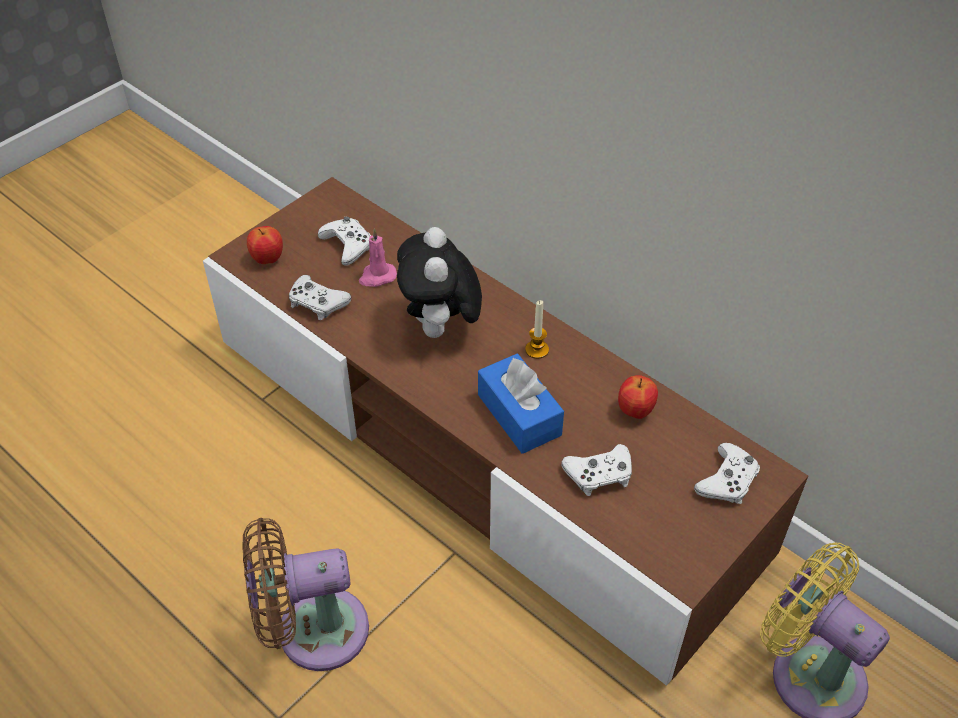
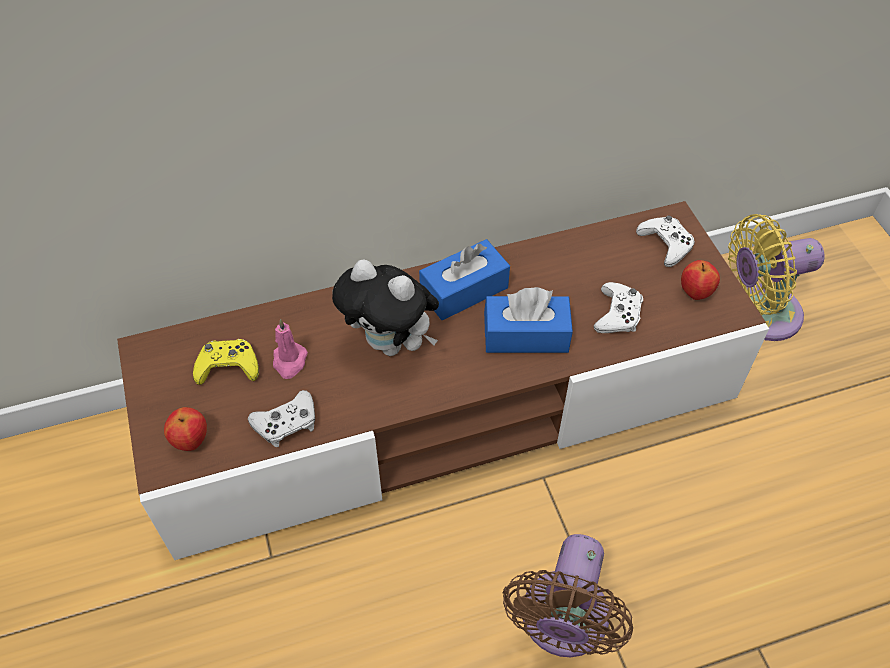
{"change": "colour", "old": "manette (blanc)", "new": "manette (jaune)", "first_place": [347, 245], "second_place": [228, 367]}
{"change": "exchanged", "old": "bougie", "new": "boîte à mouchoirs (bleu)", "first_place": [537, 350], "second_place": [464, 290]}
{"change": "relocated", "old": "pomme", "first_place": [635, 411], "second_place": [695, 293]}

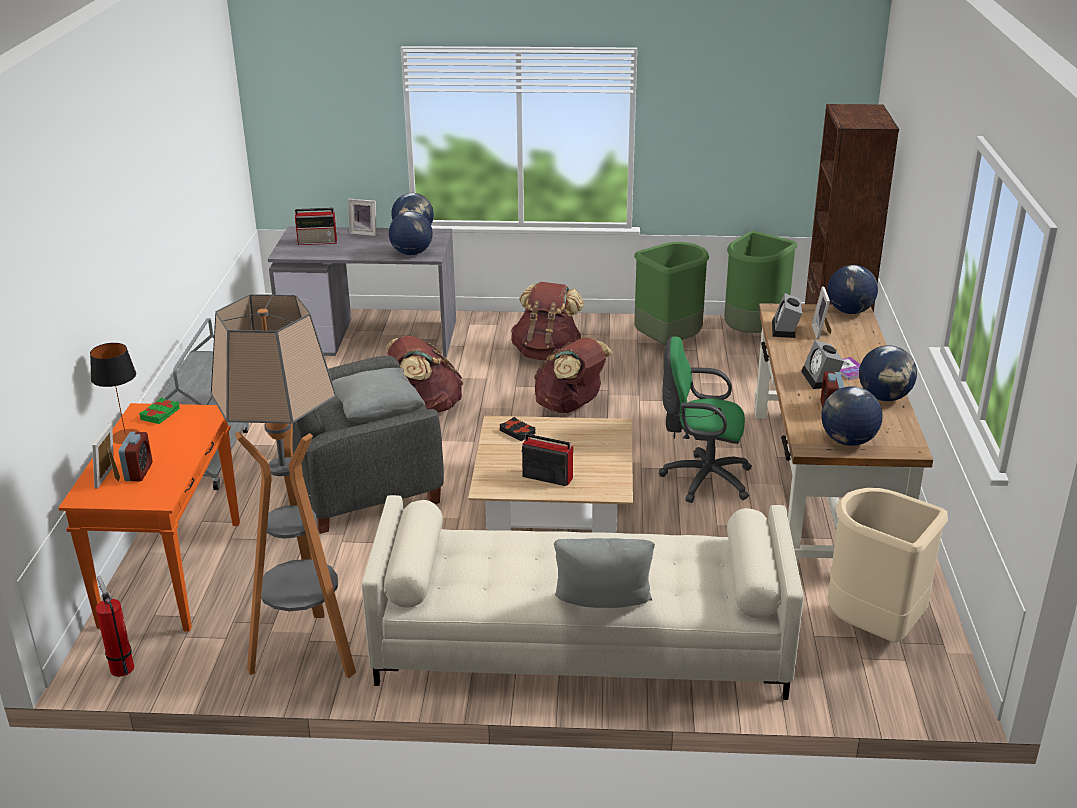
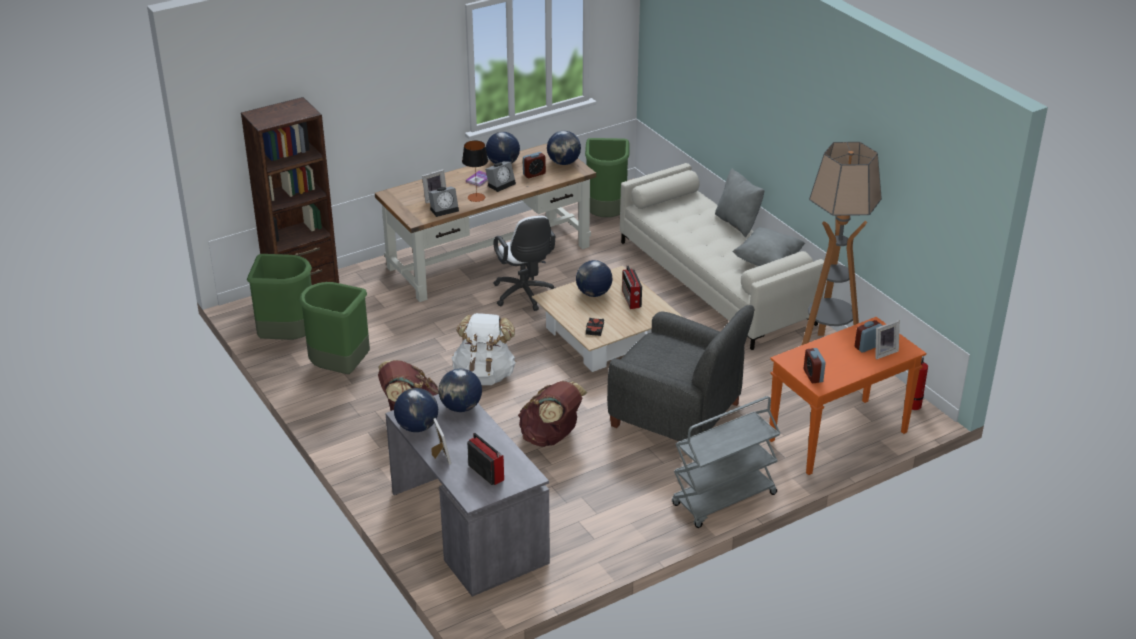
{"change": "relocated", "old": "lampe de table", "first_place": [125, 436], "second_place": [476, 197]}
{"change": "exchanged", "old": "livre (vert)", "new": "réveil", "first_place": [161, 414], "second_place": [813, 376]}
{"change": "relocated", "old": "coussin (gris)", "first_place": [378, 413], "second_place": [767, 261]}
{"change": "colour", "old": "sac à dos (marron)", "new": "sac à dos (blanc)", "first_place": [570, 406], "second_place": [485, 375]}
{"change": "colour", "old": "chaise de bureau (vert)", "new": "chaise de bureau (blanc)", "first_place": [701, 479], "second_place": [525, 296]}
{"change": "relocated", "old": "globe", "first_place": [849, 311], "second_place": [593, 294]}
{"change": "colour", "old": "poubelle (beige)", "new": "poubelle (vert)", "first_place": [873, 628], "second_place": [606, 214]}

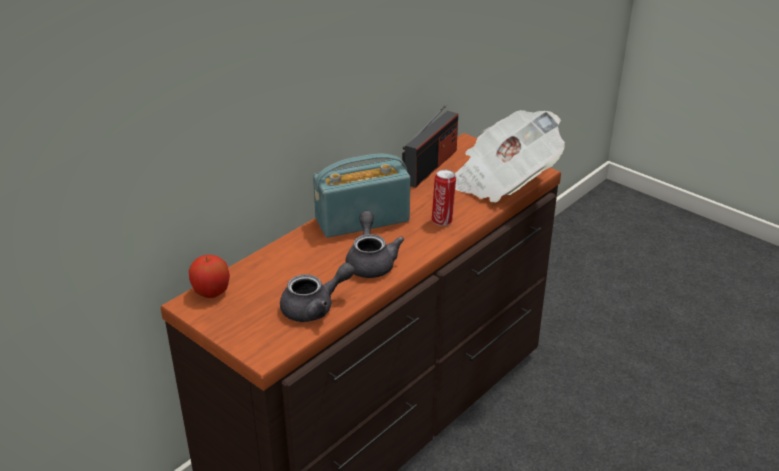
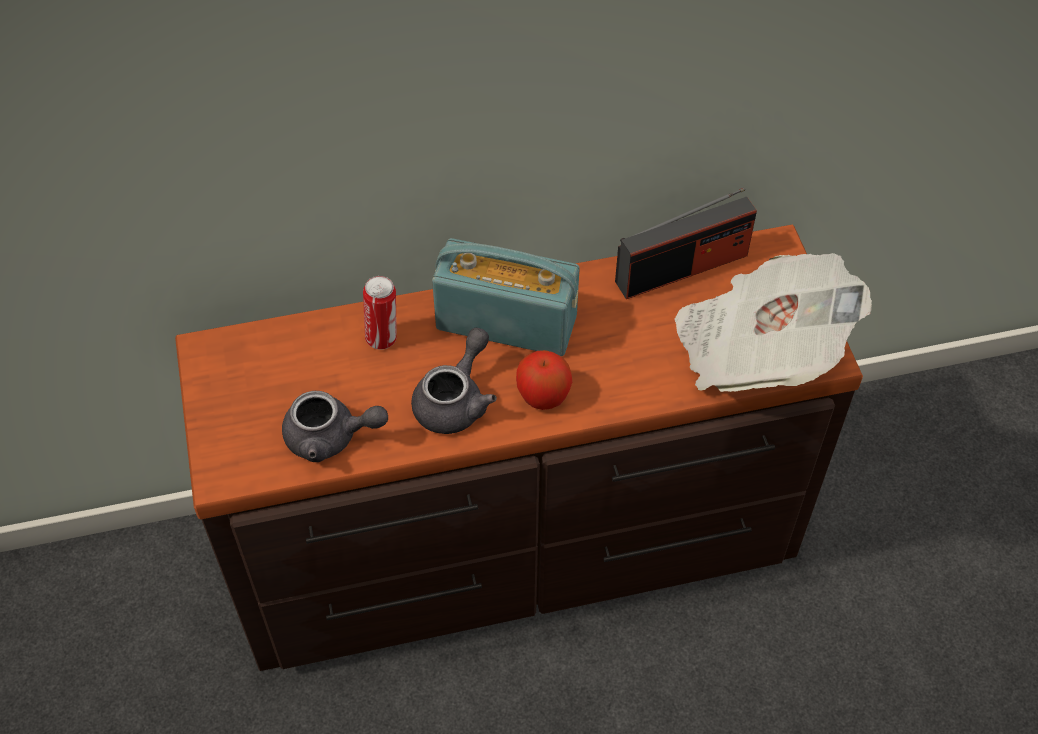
{"change": "relocated", "old": "pomme", "first_place": [211, 292], "second_place": [543, 396]}
{"change": "relocated", "old": "boîte métallique", "first_place": [442, 220], "second_place": [383, 338]}

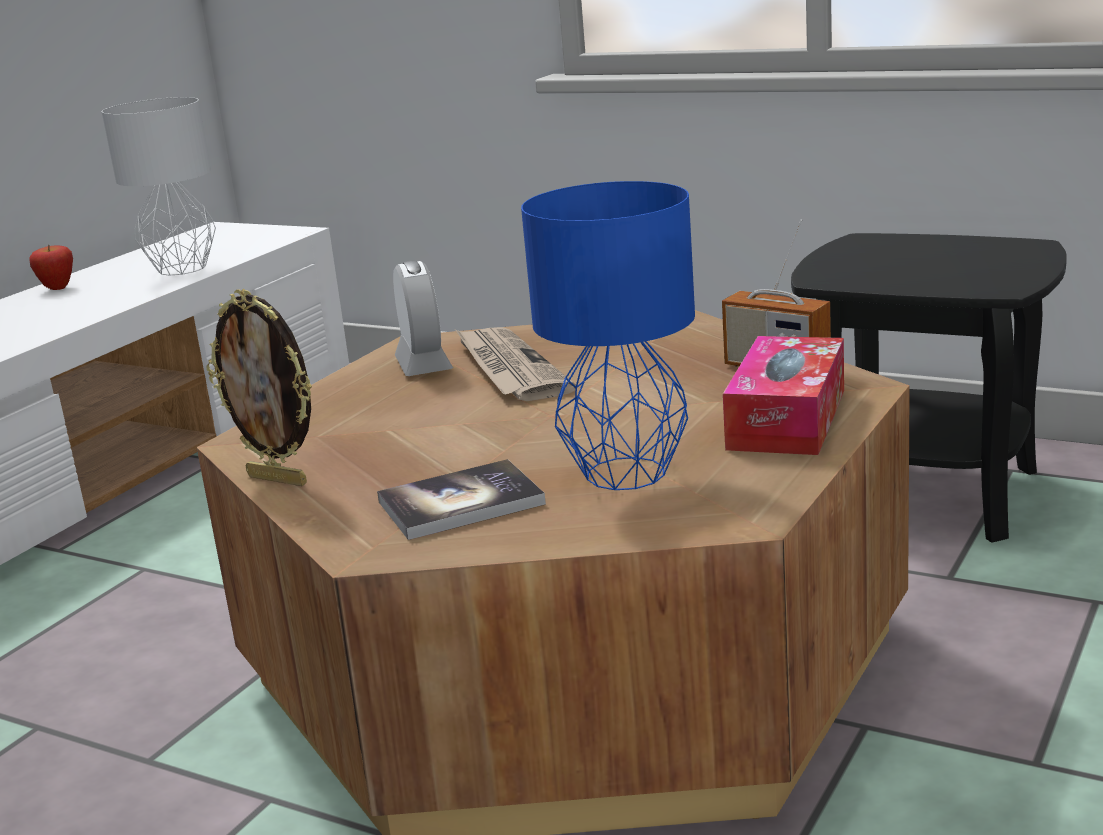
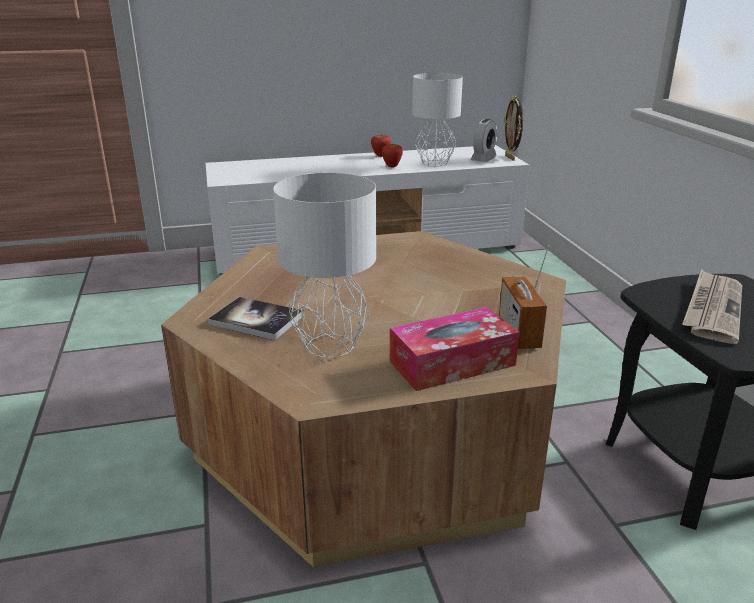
{"change": "relocated", "old": "cadre photo", "first_place": [279, 479], "second_place": [510, 158]}
{"change": "relocated", "old": "réveil", "first_place": [423, 364], "second_place": [483, 159]}
{"change": "relocated", "old": "journal", "first_place": [509, 369], "second_place": [712, 309]}
{"change": "colour", "old": "lampe de table (bleu)", "new": "lampe de table (gris)", "first_place": [628, 473], "second_place": [331, 346]}
{"change": "appeared", "new": "pomme", "second_place": [392, 166]}

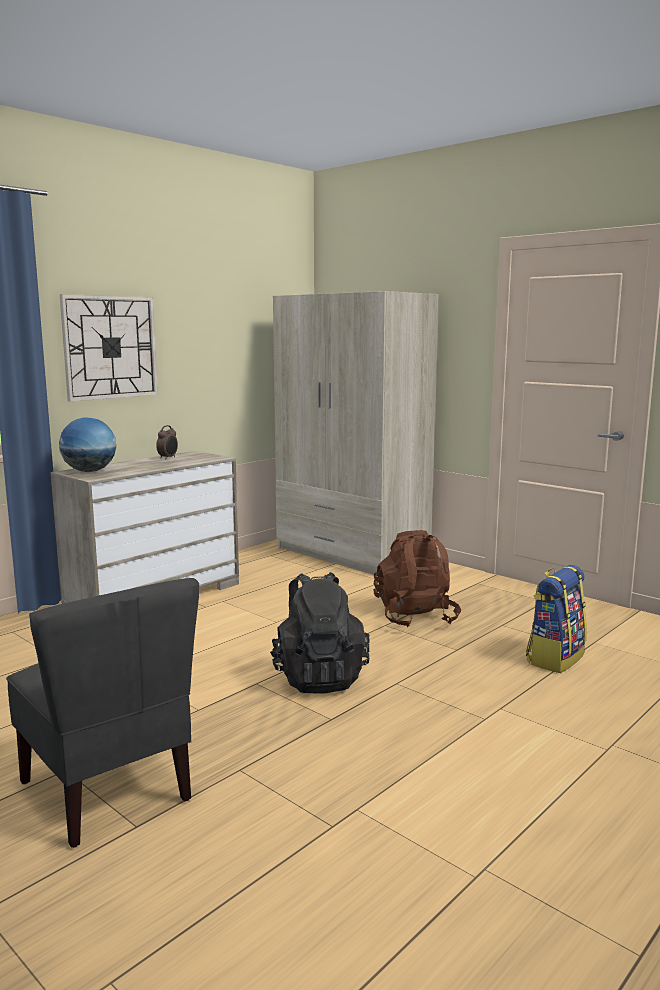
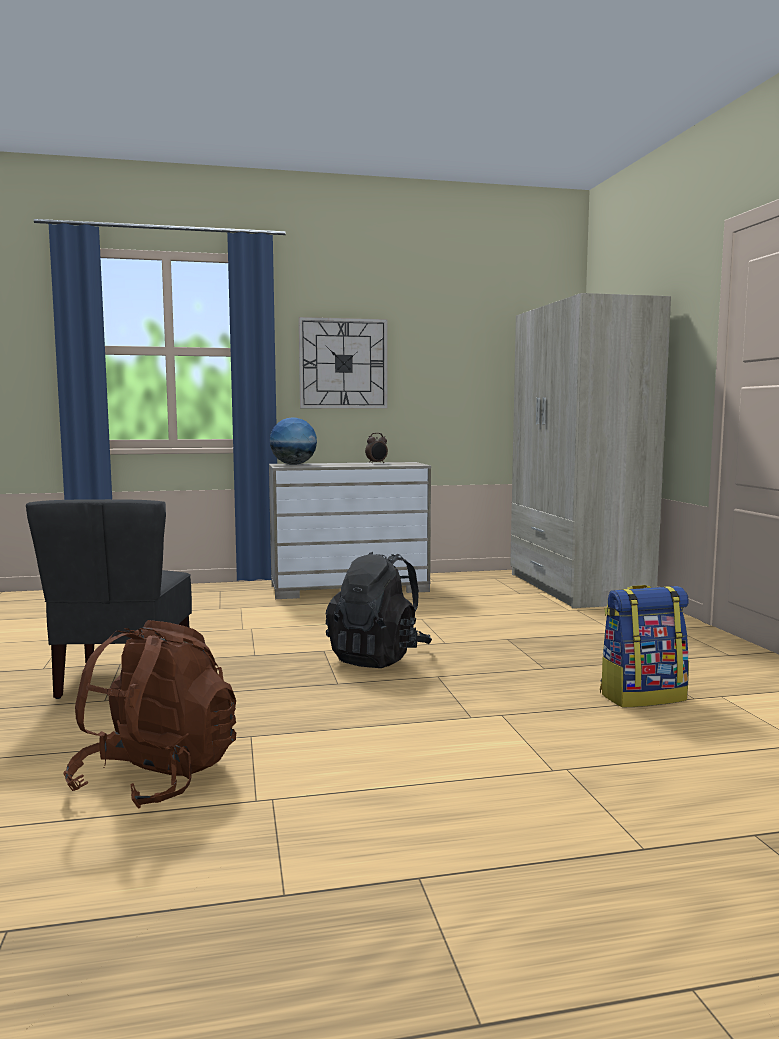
{"change": "relocated", "old": "sac à dos (marron)", "first_place": [415, 617], "second_place": [157, 779]}

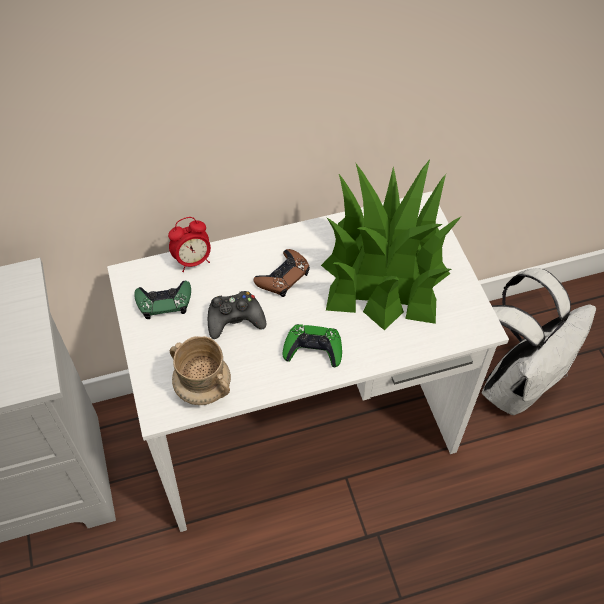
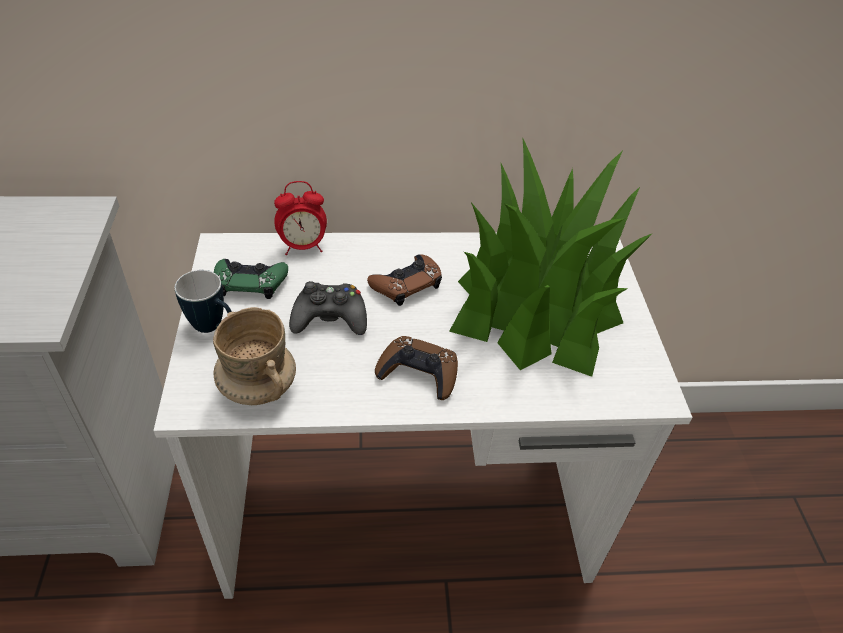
{"change": "colour", "old": "manette (vert)", "new": "manette (marron)", "first_place": [313, 349], "second_place": [418, 373]}
{"change": "missing", "old": "sac à dos (blanc)", "first_place": [513, 382]}
{"change": "appeared", "new": "mug", "second_place": [214, 328]}

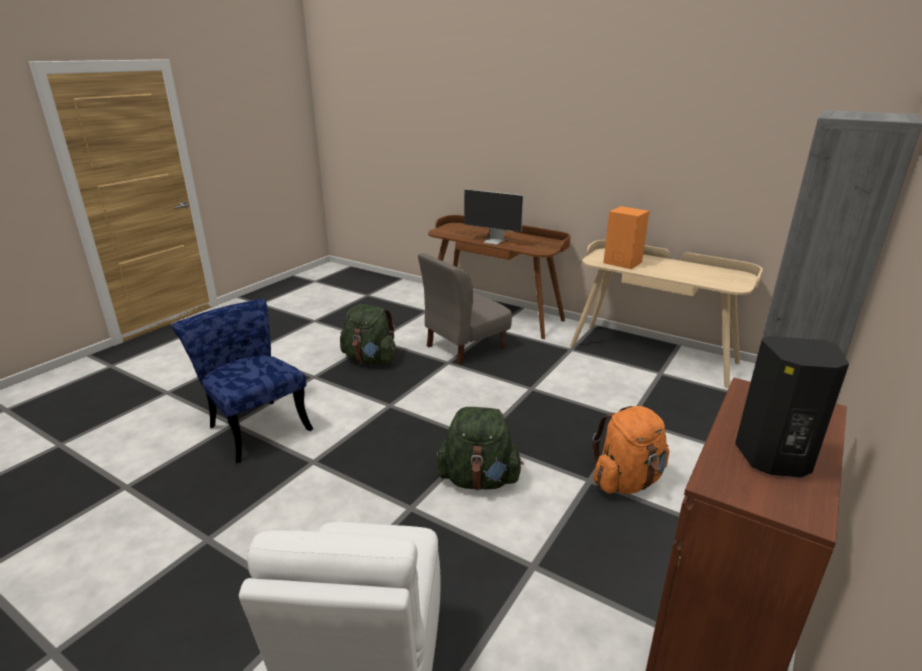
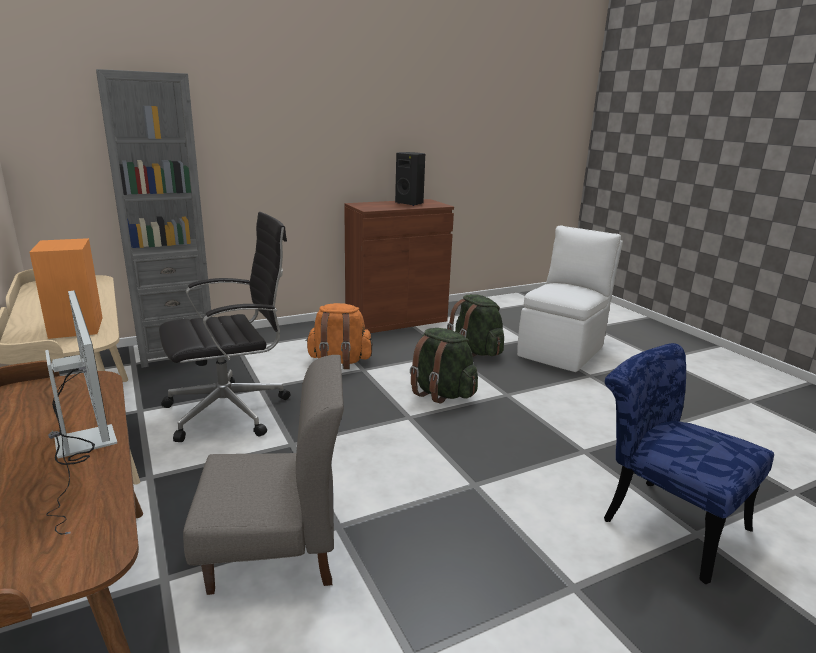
{"change": "spun", "old": "chaise (bleu)", "first_place": [255, 425], "second_place": [663, 519], "degrees": 150}
{"change": "relocated", "old": "sac à dos (vert)", "first_place": [370, 360], "second_place": [475, 351]}
{"change": "appeared", "new": "chaise de bureau (noir)", "second_place": [231, 410]}

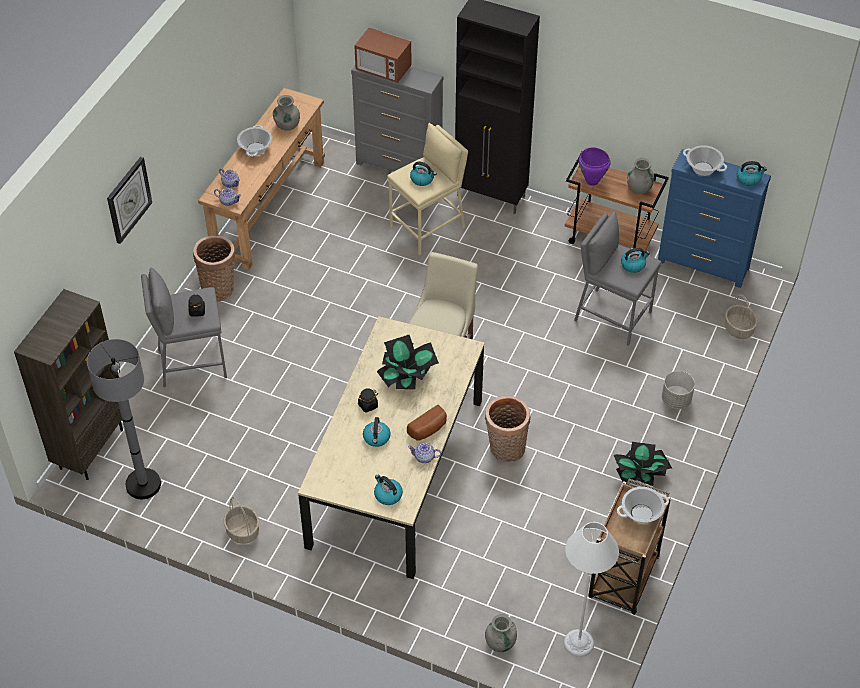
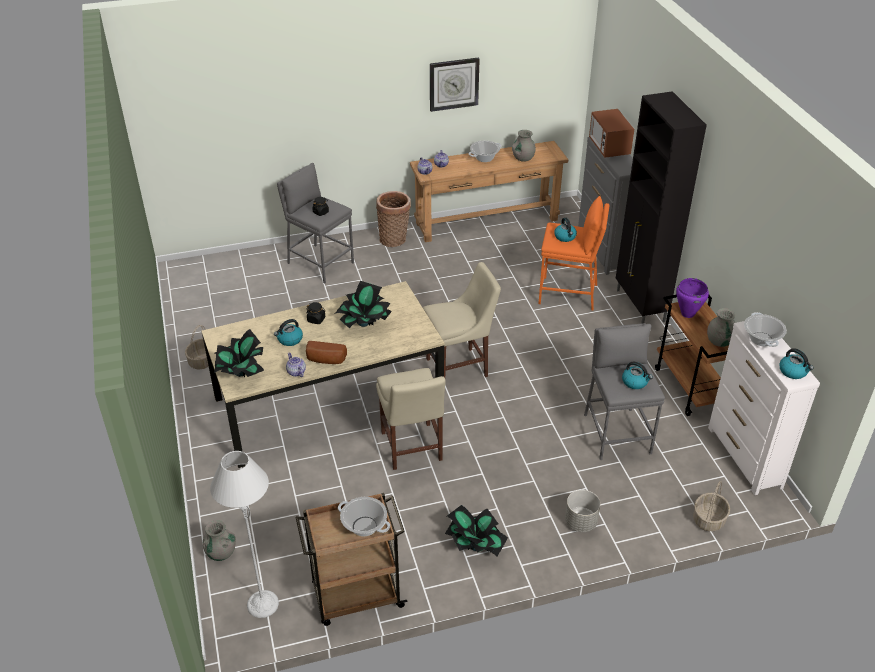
{"change": "missing", "old": "bibliothèque (marron)", "first_place": [91, 448]}
{"change": "missing", "old": "lampadaire (gris)", "first_place": [143, 484]}
{"change": "relocated", "old": "horloge murale", "first_place": [128, 199], "second_place": [453, 84]}
{"change": "exchanged", "old": "bouilloire", "new": "plante en pot", "first_place": [387, 495], "second_place": [241, 373]}
{"change": "colour", "old": "tabouret (beige)", "new": "tabouret (orange)", "first_place": [428, 227], "second_place": [568, 294]}
{"change": "exchanged", "old": "panier", "new": "chaise (beige)", "first_place": [505, 450], "second_place": [412, 449]}
{"change": "colour", "old": "commode (bleu)", "new": "commode (blanc)", "first_place": [704, 265], "second_place": [744, 457]}

